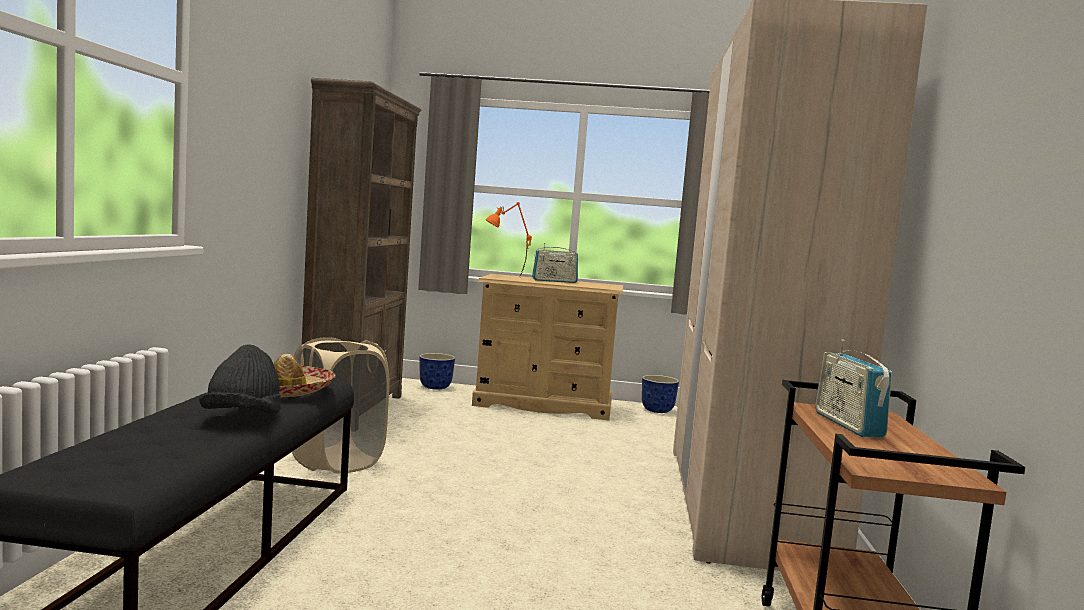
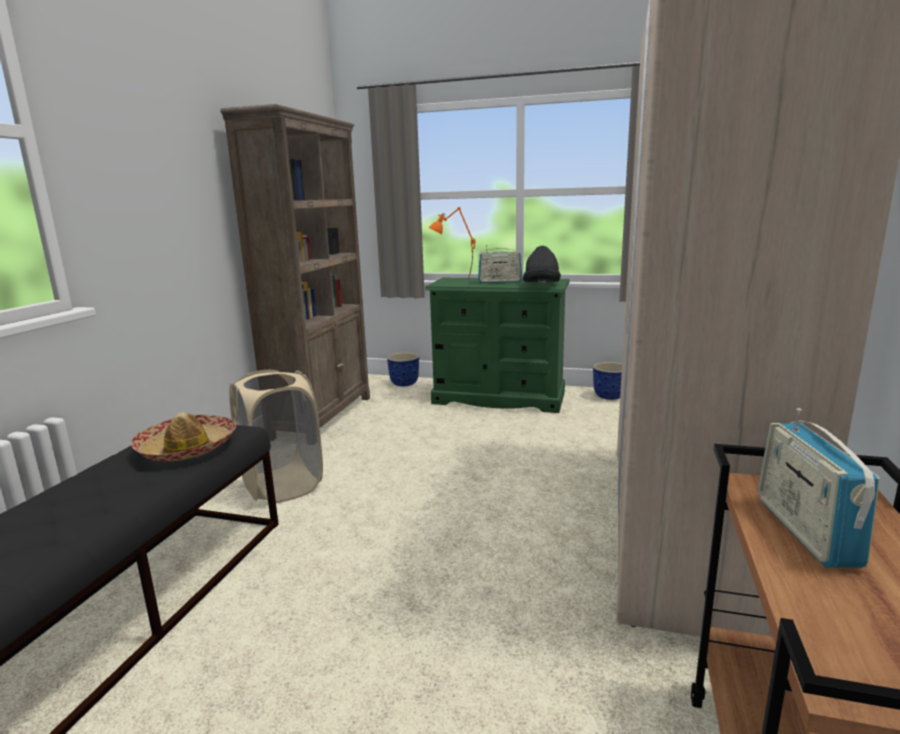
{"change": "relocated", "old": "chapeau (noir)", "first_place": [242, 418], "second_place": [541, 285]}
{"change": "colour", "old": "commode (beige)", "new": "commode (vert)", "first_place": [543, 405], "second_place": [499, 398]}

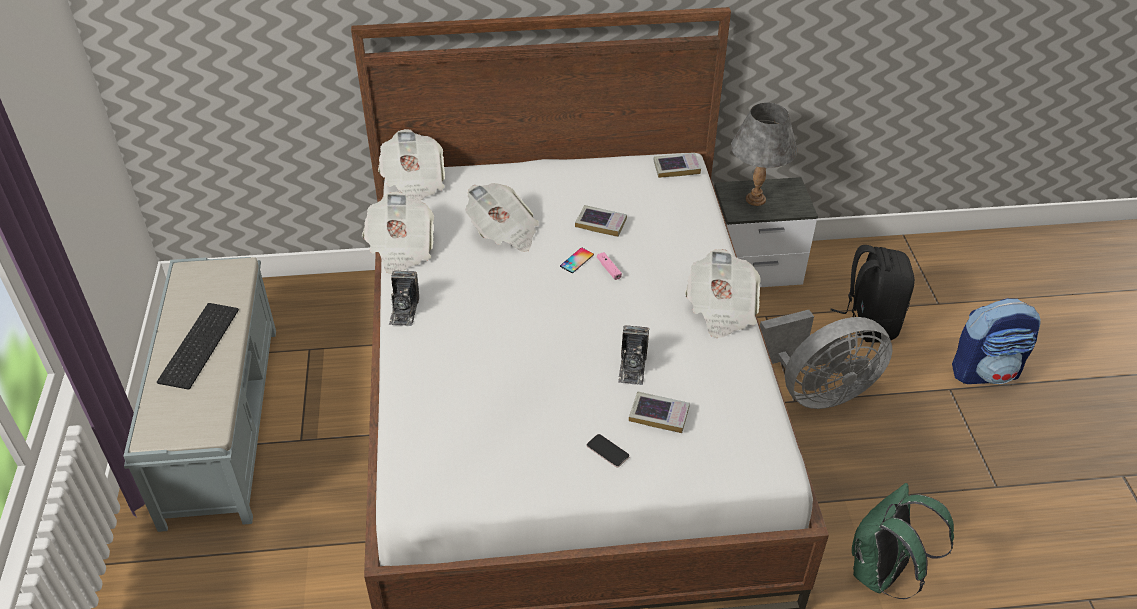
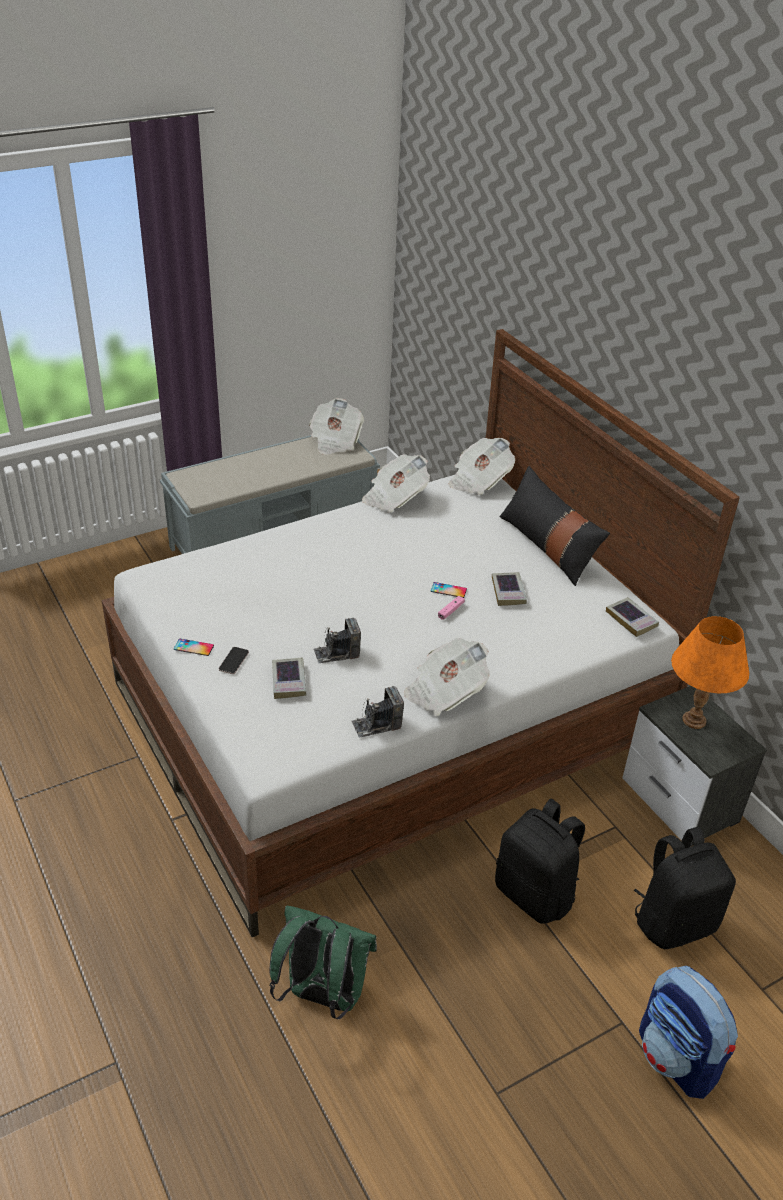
{"change": "missing", "old": "clavier", "first_place": [197, 344]}
{"change": "relocated", "old": "appareil photo", "first_place": [404, 310], "second_place": [377, 724]}
{"change": "relocated", "old": "journal", "first_place": [503, 232], "second_place": [335, 441]}
{"change": "colour", "old": "lampe de table (gris)", "new": "lampe de table (orange)", "first_place": [755, 199], "second_place": [693, 720]}
{"change": "exchanged", "old": "ventilateur (gris)", "new": "sac à dos (noir)", "first_place": [817, 391], "second_place": [535, 894]}
{"change": "appeared", "new": "téléphone", "second_place": [193, 647]}
{"change": "appeared", "new": "coussin (noir)", "second_place": [548, 546]}

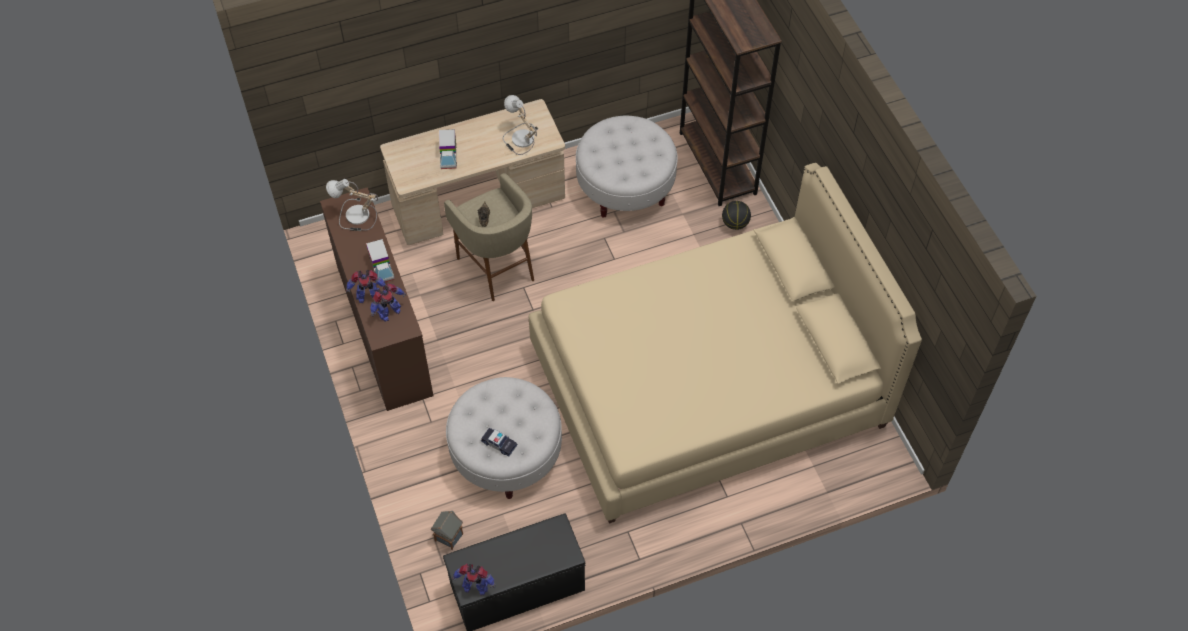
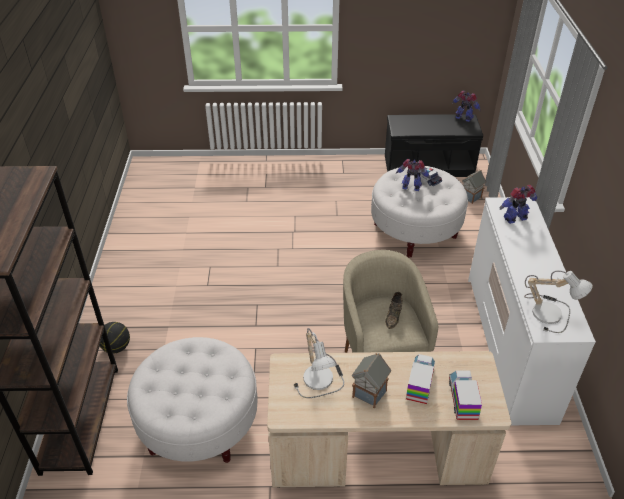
{"change": "colour", "old": "commode (marron)", "new": "commode (blanc)", "first_place": [384, 330], "second_place": [509, 346]}
{"change": "relocated", "old": "robot jouet", "first_place": [368, 296], "second_place": [411, 188]}
{"change": "relocated", "old": "camion jouet", "first_place": [381, 267], "second_place": [462, 399]}
{"change": "missing", "old": "lit (beige)", "first_place": [707, 386]}
{"change": "appeared", "new": "maison miniature", "second_place": [369, 393]}

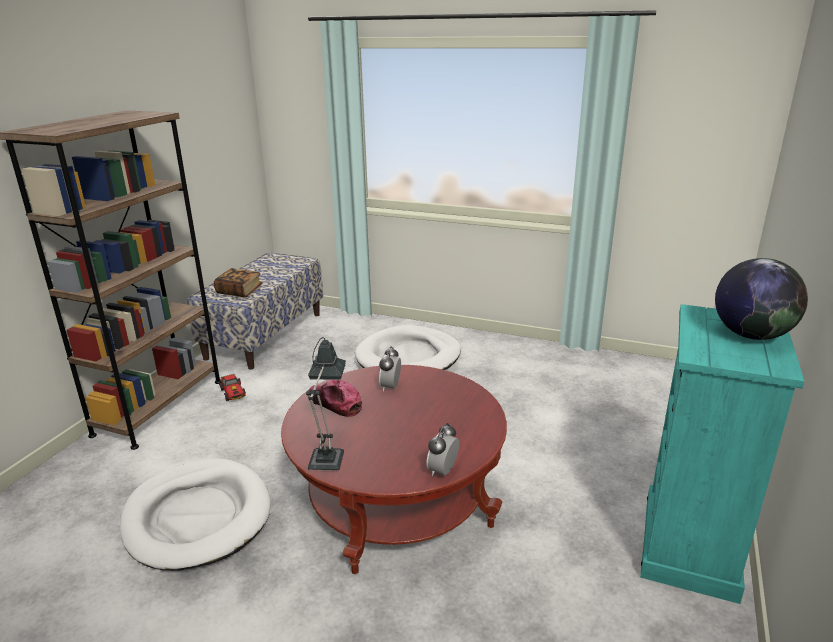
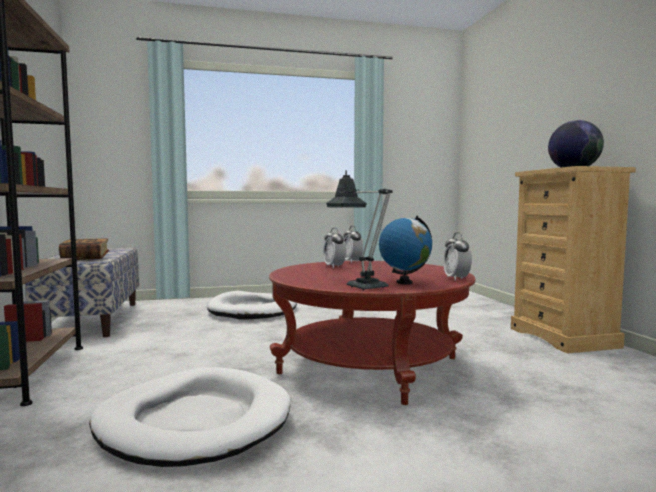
{"change": "missing", "old": "petite voiture", "first_place": [233, 394]}
{"change": "missing", "old": "casquette", "first_place": [335, 403]}
{"change": "colour", "old": "commode (turquoise)", "new": "commode (beige)", "first_place": [689, 546], "second_place": [563, 338]}
{"change": "appeared", "new": "réveil", "second_place": [352, 261]}
{"change": "appeared", "new": "globe", "second_place": [404, 282]}

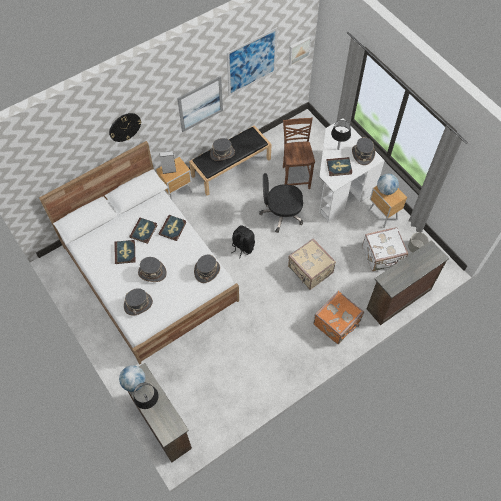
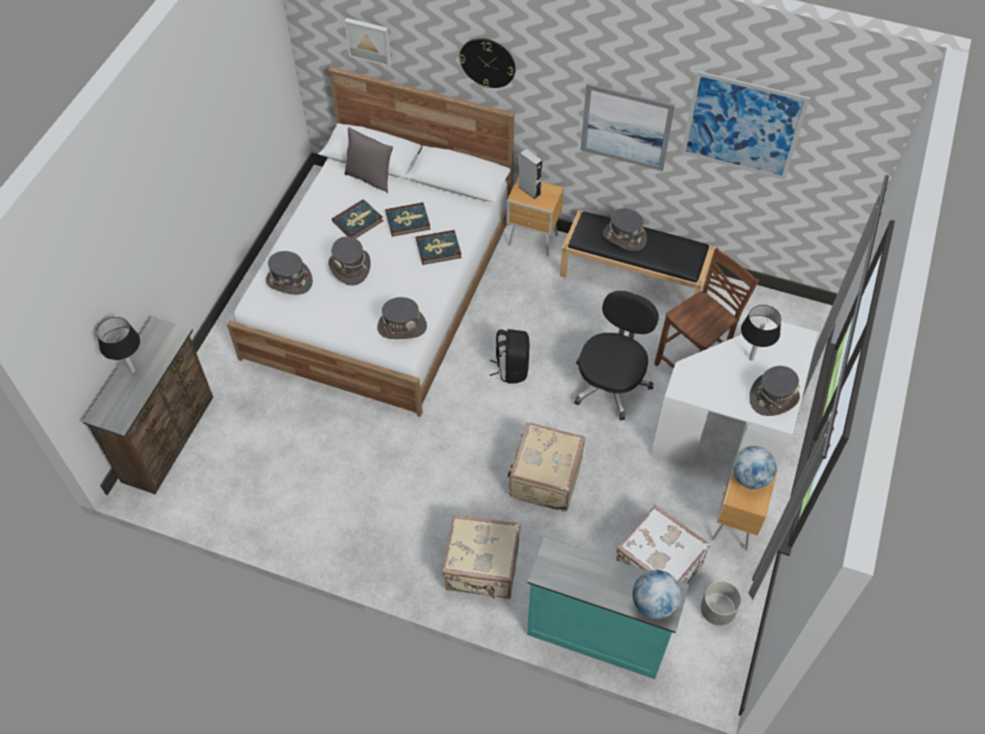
{"change": "relocated", "old": "globe", "first_place": [134, 382], "second_place": [653, 603]}
{"change": "spun", "old": "chaise de bureau (noir)", "first_place": [281, 214], "second_place": [611, 383], "degrees": 60}
{"change": "relocated", "old": "tableau", "first_place": [298, 50], "second_place": [369, 40]}
{"change": "colour", "old": "valise (orange)", "new": "valise (beige)", "first_place": [337, 323], "second_place": [482, 569]}
{"change": "missing", "old": "livre", "first_place": [339, 167]}
{"change": "colour", "old": "commode (marron)", "new": "commode (turquoise)", "first_place": [397, 298], "second_place": [596, 635]}
{"change": "appeared", "new": "coussin (gris)", "second_place": [370, 178]}

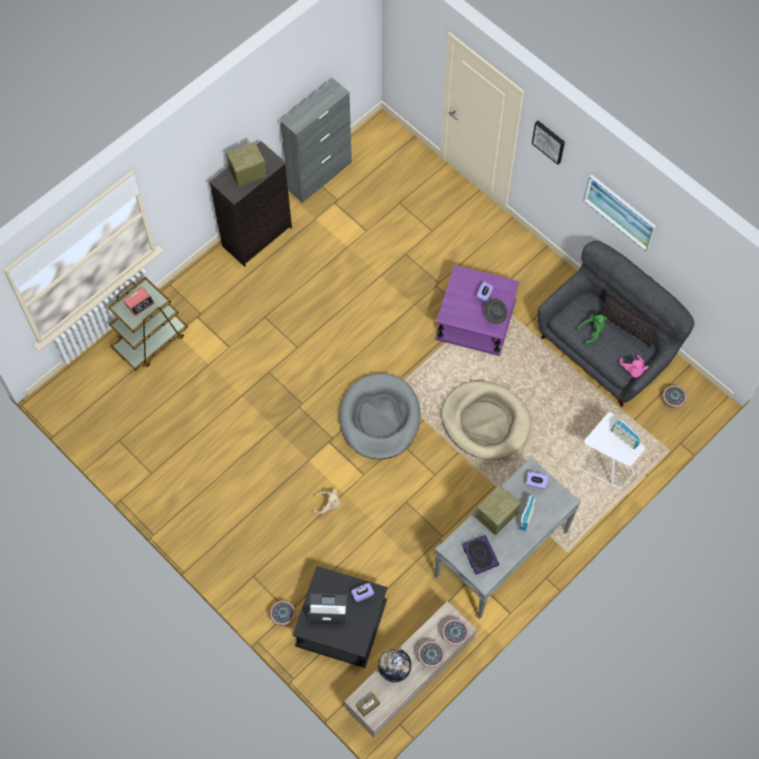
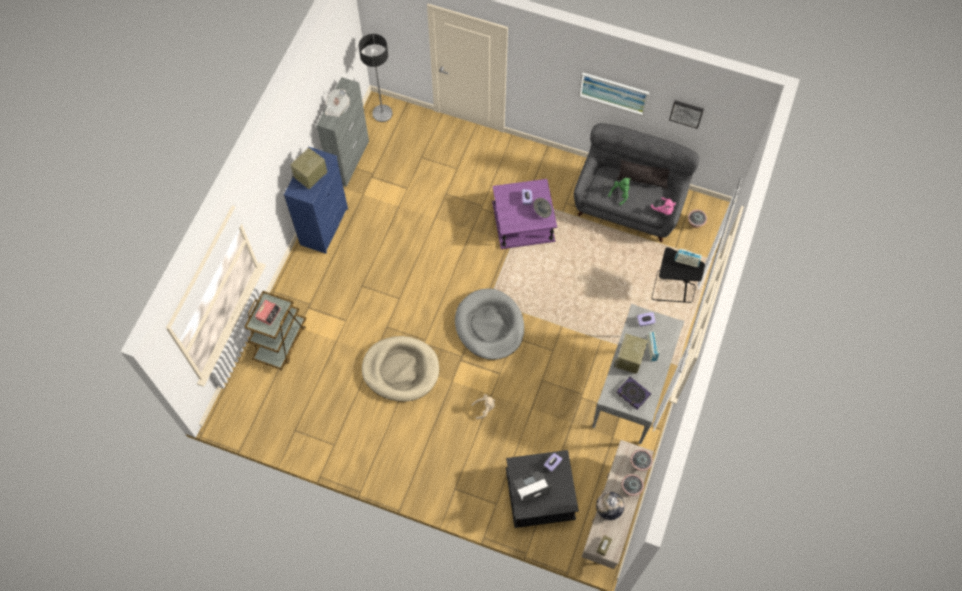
{"change": "colour", "old": "commode (noir)", "new": "commode (bleu)", "first_place": [258, 237], "second_place": [325, 226]}
{"change": "missing", "old": "plante en pot", "first_place": [283, 617]}
{"change": "relocated", "old": "panier pour chien (beige)", "first_place": [485, 422], "second_place": [401, 370]}
{"change": "relocated", "old": "tableau", "first_place": [549, 141], "second_place": [686, 113]}
{"change": "colour", "old": "table d'appoint (blanc)", "new": "table d'appoint (noir)", "first_place": [606, 464], "second_place": [673, 289]}
{"change": "appeared", "new": "journal", "second_place": [337, 107]}
{"change": "appeared", "new": "lampadaire", "second_place": [382, 113]}

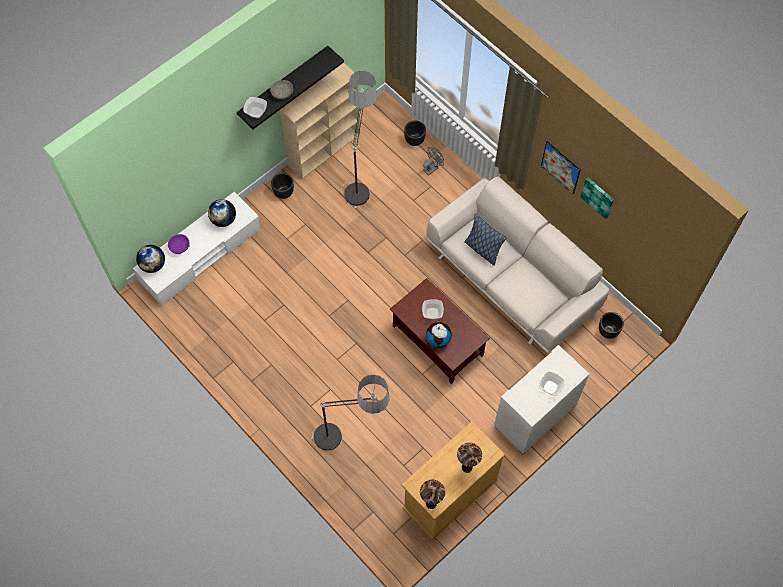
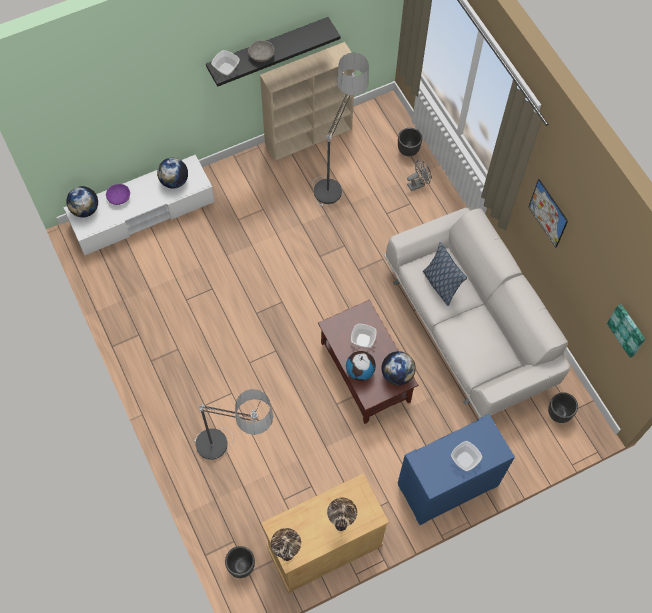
{"change": "relocated", "old": "cache-pot (noir)", "first_place": [283, 192], "second_place": [241, 566]}
{"change": "colour", "old": "commode (blanc)", "new": "commode (bleu)", "first_place": [536, 416], "second_place": [448, 486]}
{"change": "relocated", "old": "tableau", "first_place": [598, 197], "second_place": [627, 330]}
{"change": "appeared", "new": "globe", "second_place": [397, 374]}

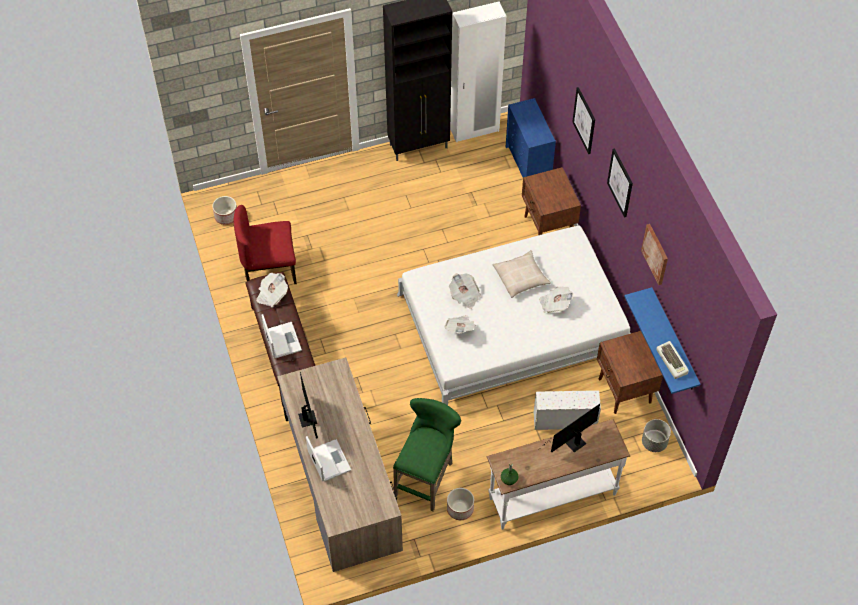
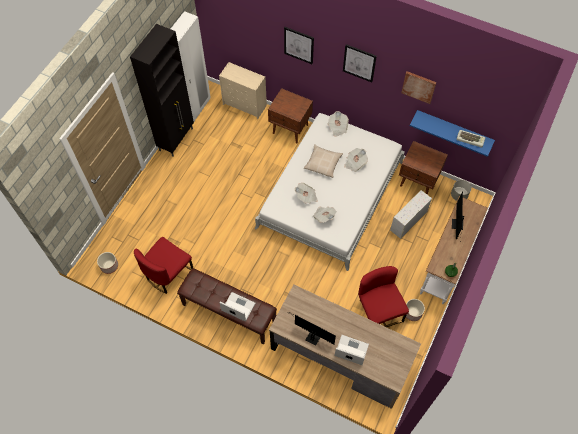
{"change": "relocated", "old": "journal", "first_place": [272, 295], "second_place": [337, 127]}
{"change": "exchanged", "old": "tabouret (vert)", "new": "chaise (rouge)", "first_place": [426, 477], "second_place": [378, 311]}
{"change": "colour", "old": "commode (bleu)", "new": "commode (beige)", "first_place": [528, 165], "second_place": [245, 105]}

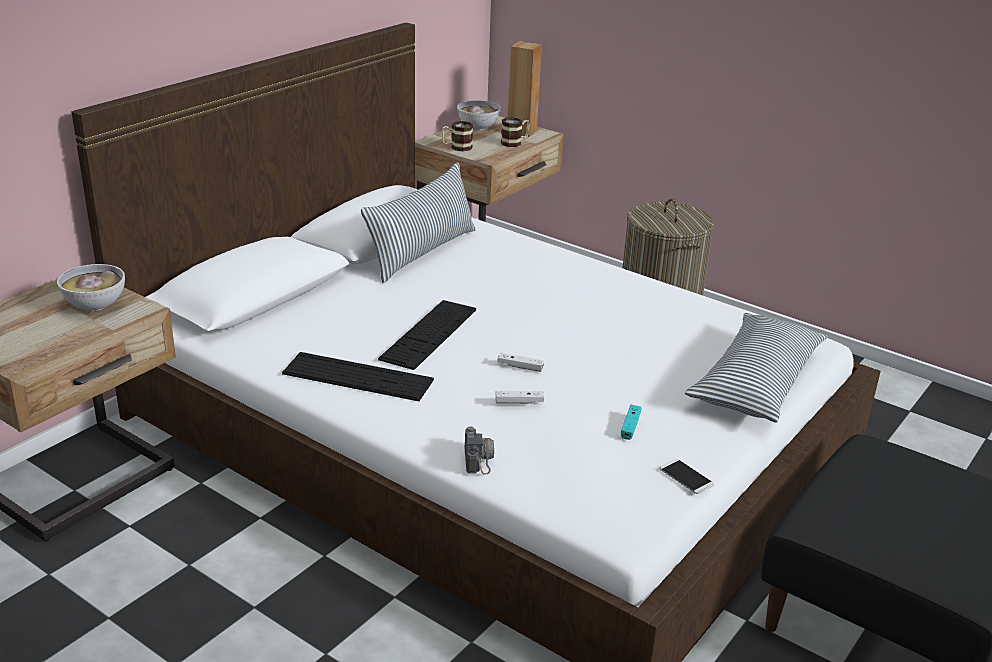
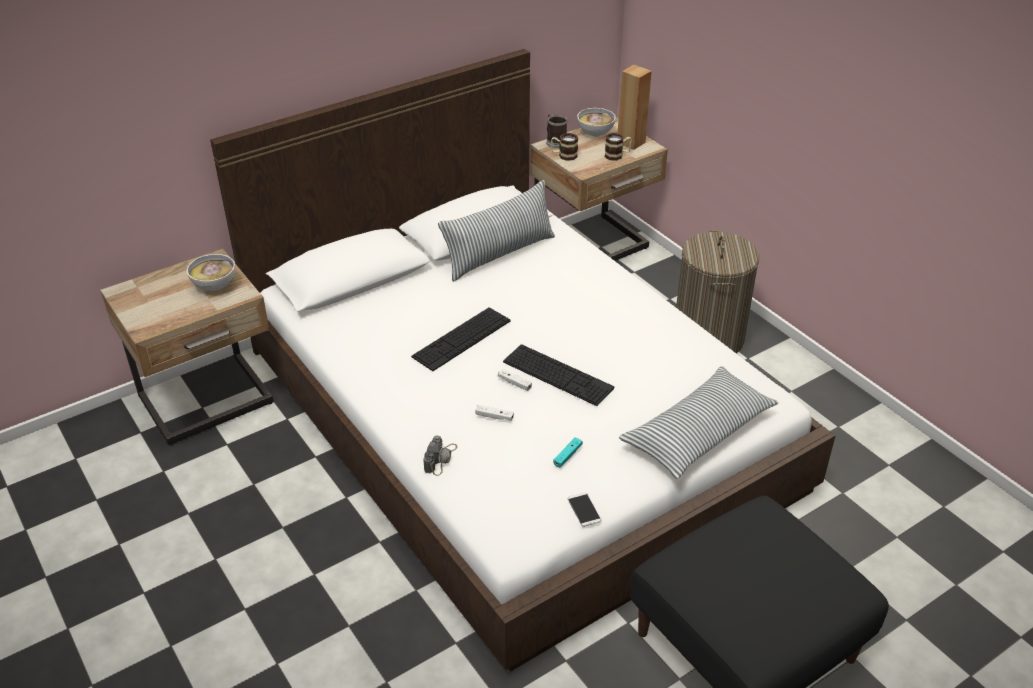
{"change": "relocated", "old": "clavier", "first_place": [357, 377], "second_place": [557, 375]}
{"change": "appeared", "new": "mug", "second_place": [555, 142]}

